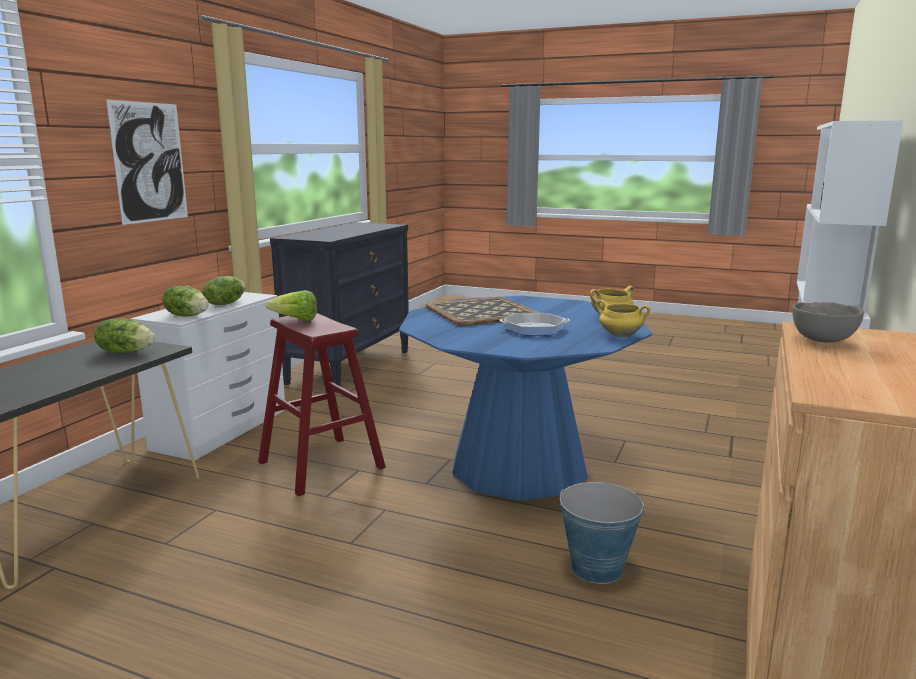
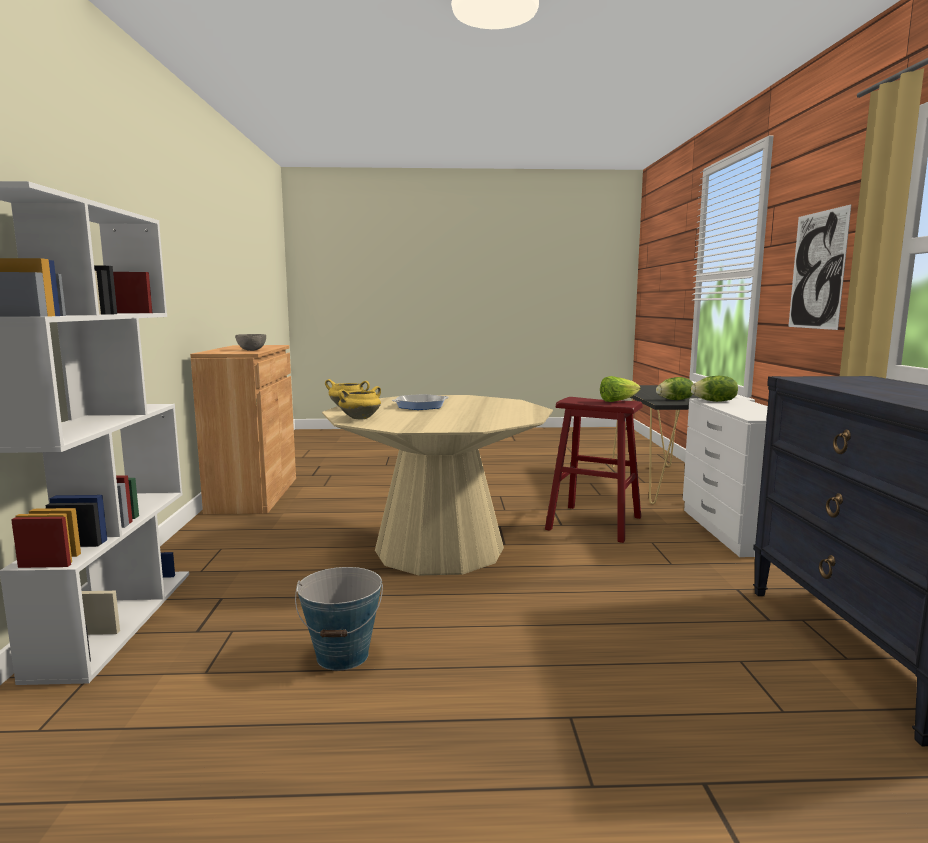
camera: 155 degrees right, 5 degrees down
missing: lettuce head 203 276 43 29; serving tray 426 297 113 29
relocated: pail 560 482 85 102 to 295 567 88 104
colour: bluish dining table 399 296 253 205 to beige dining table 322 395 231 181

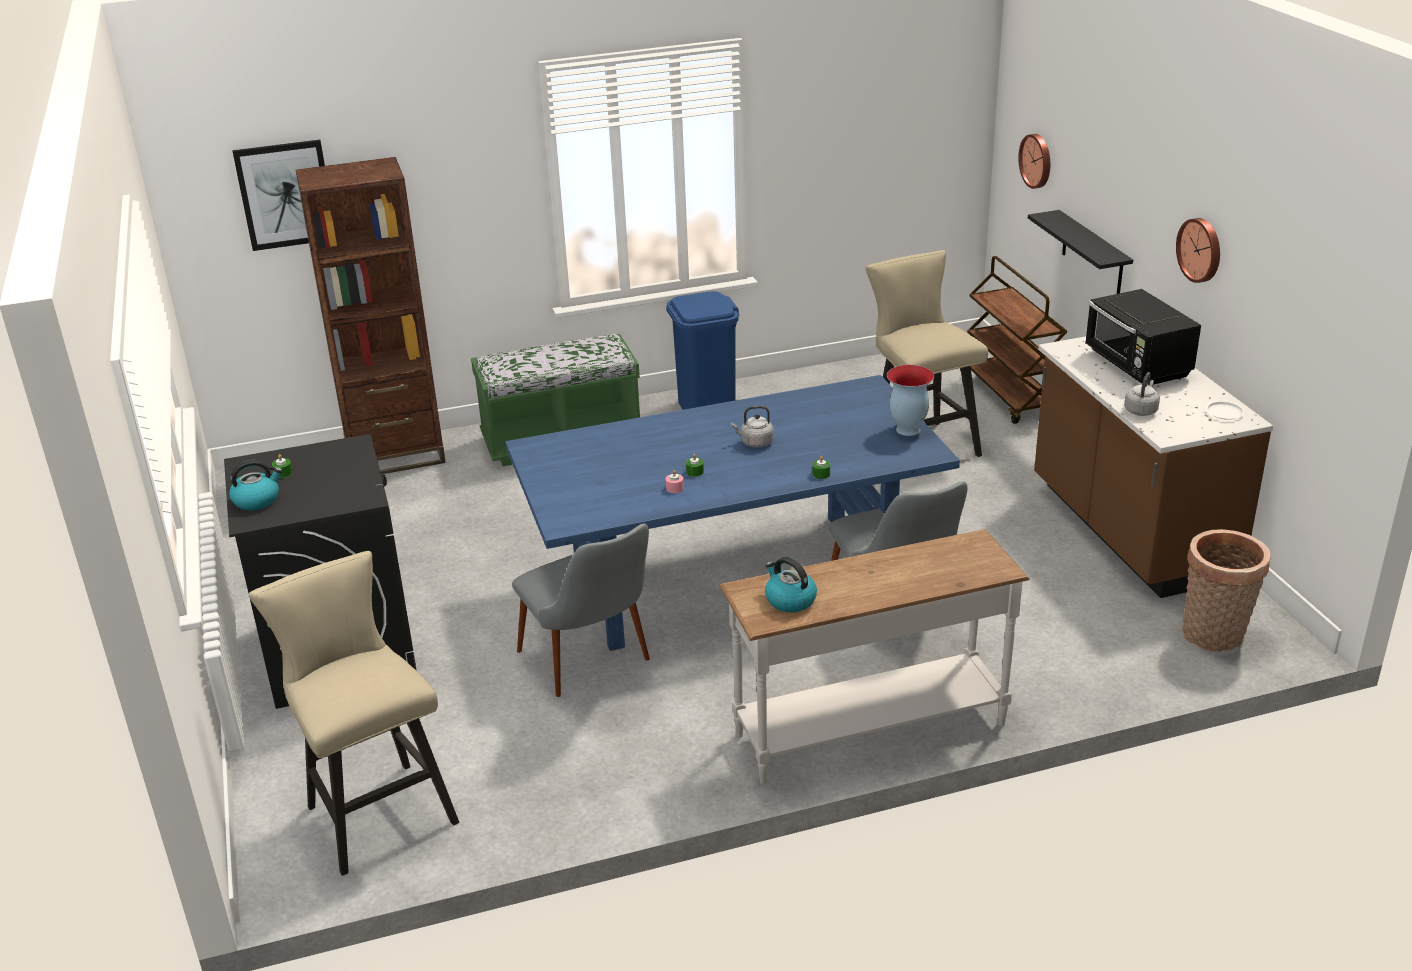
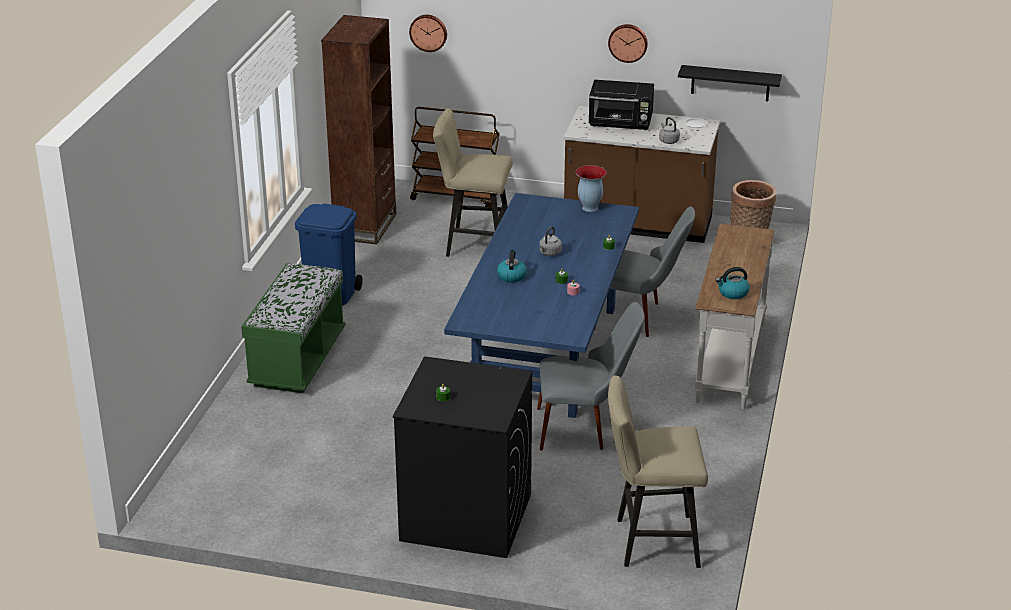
camera: 60 degrees left, 0 degrees up
missing: picture 232 140 93 111
relocated: brownish shelving unit 296 157 150 317 to 321 15 75 230; black wall shelf 1028 210 105 84 to 678 65 104 36; water kettle 229 460 53 51 to 497 250 30 32

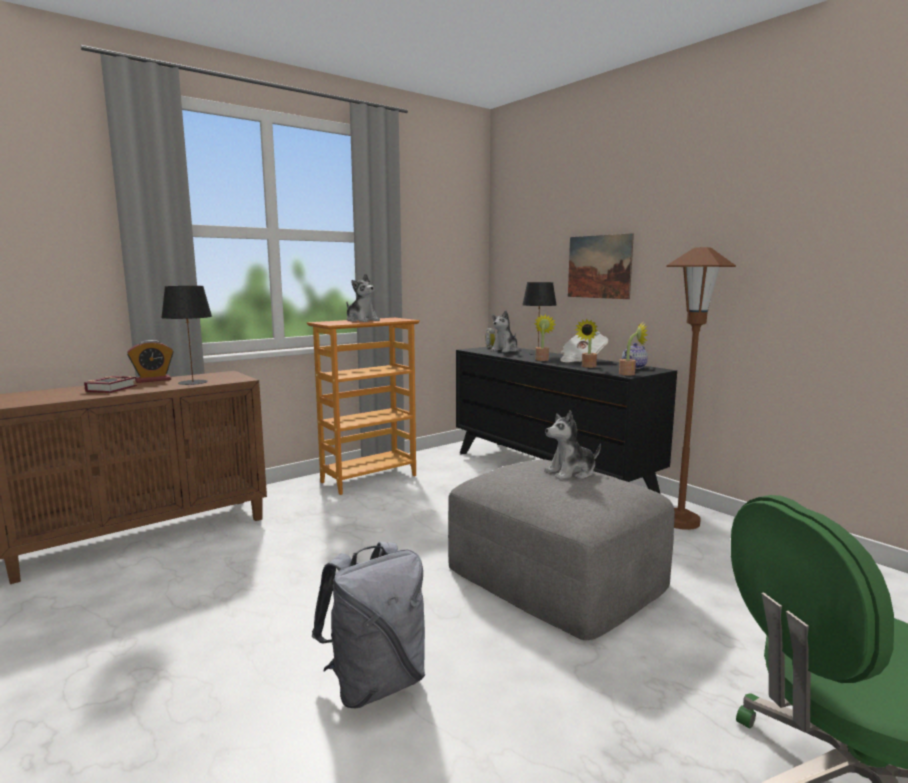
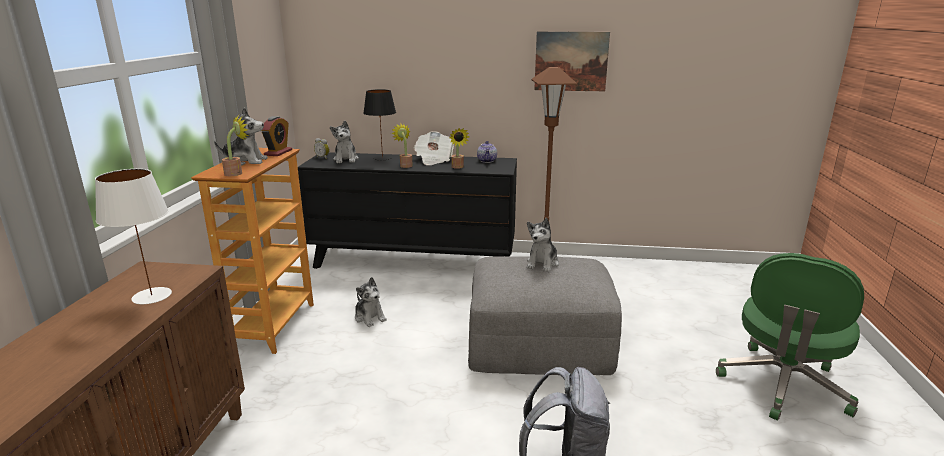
camera: 45 degrees left, 10 degrees up
missing: bound book 84 376 53 17
appeared: cuddly toy 355 277 32 50
relocated: picture 568 233 66 66 to 534 31 76 60; potted plant 619 323 29 52 to 222 115 26 61; alarm clock 127 340 47 43 to 261 116 31 40
colour: black tabletop lamp 161 286 51 99 to white tabletop lamp 95 169 77 135

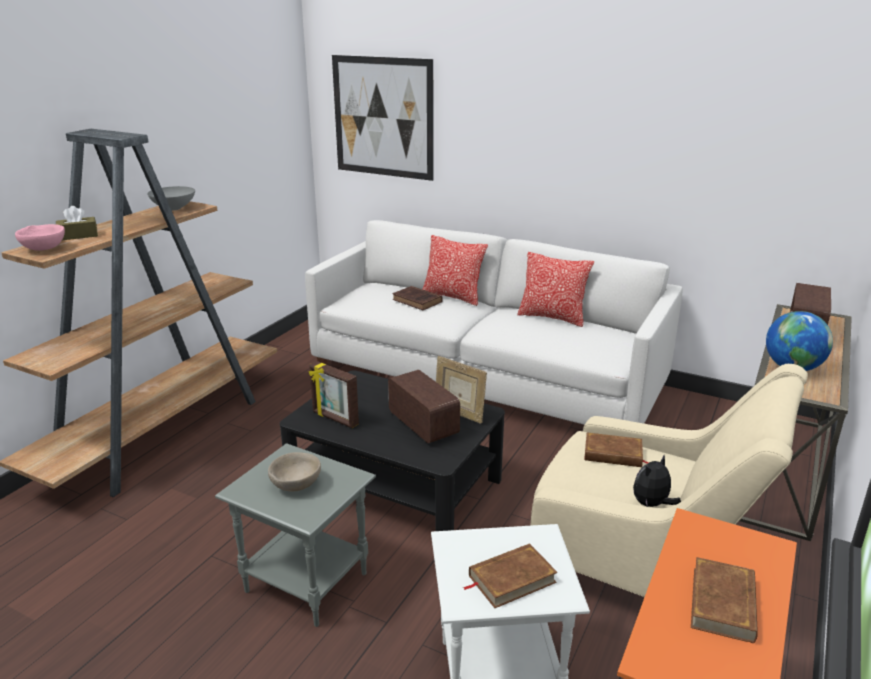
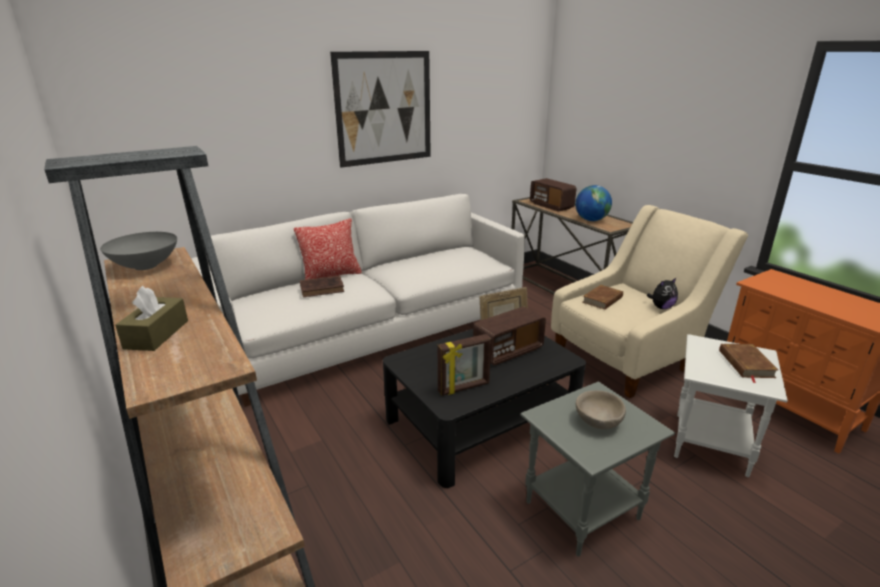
camera: 60 degrees left, 0 degrees up
missing: pink-coloured bowl 15 224 50 27; pillow 517 252 77 75; brownish bound book 691 557 67 86
relocated: picture 332 55 101 126 to 330 51 101 117
spun: radio set 388 370 72 73 = 473 307 73 58 150 degrees clockwise; cuddly toy 633 456 48 51 = 647 278 31 31 105 degrees counterclockwise

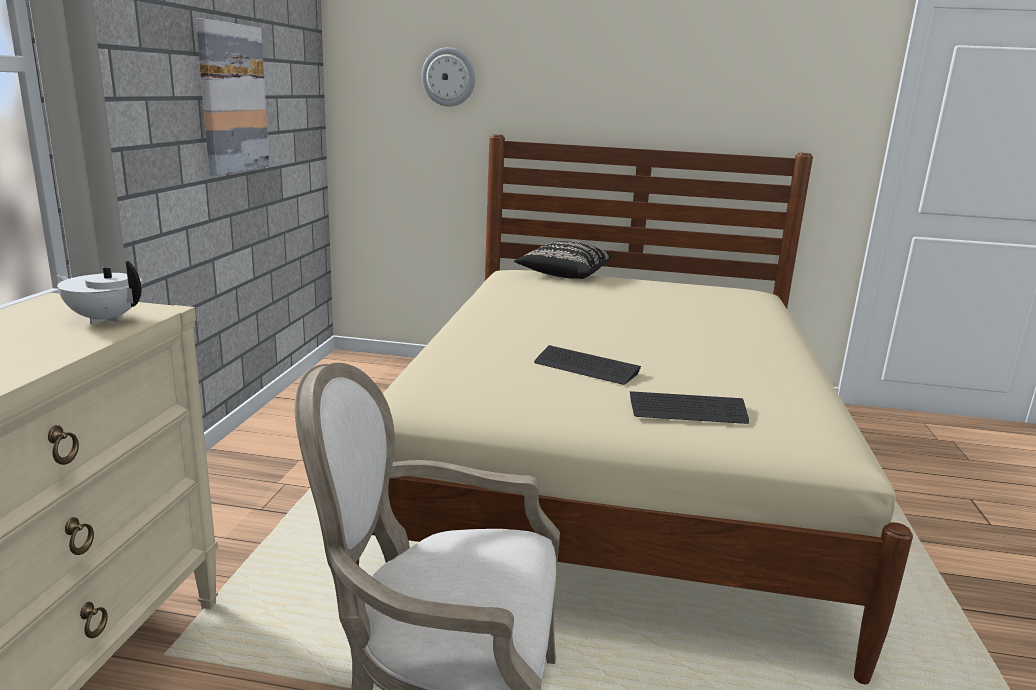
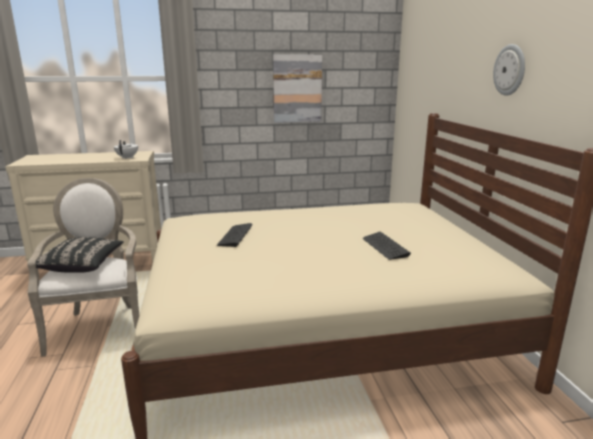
camera: 70 degrees right, 0 degrees up
relocated: wall clock 421 47 55 60 to 493 44 32 52; black pillow 514 241 98 38 to 36 237 88 36; keyboard 630 391 119 33 to 363 232 48 28

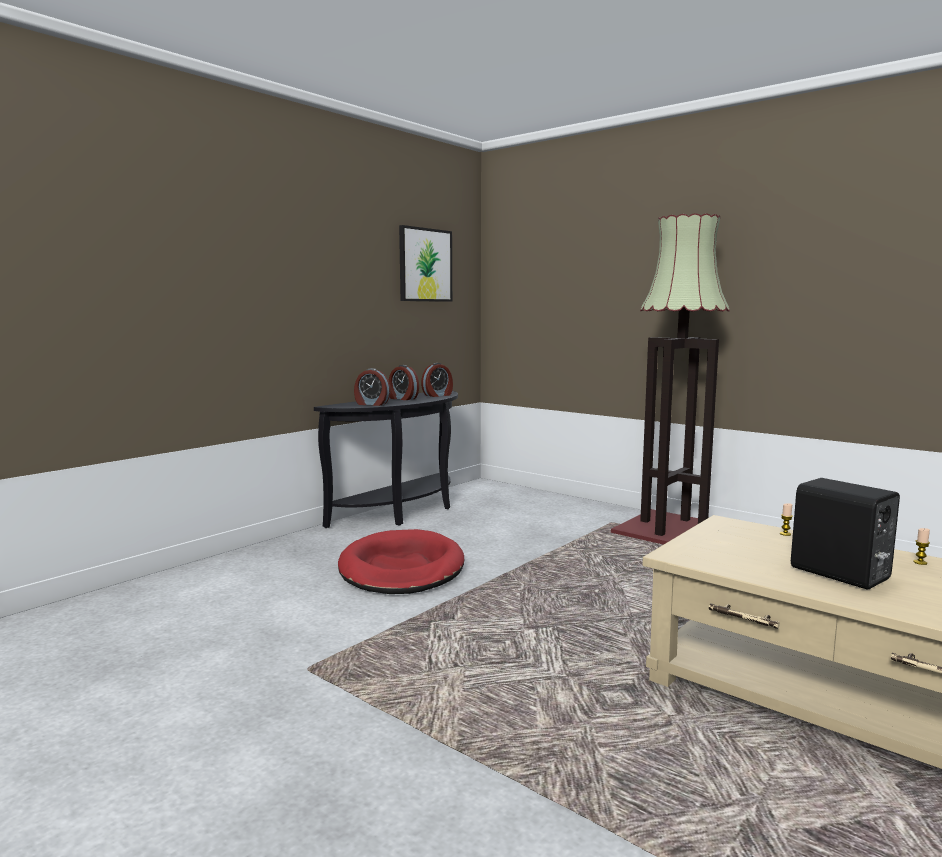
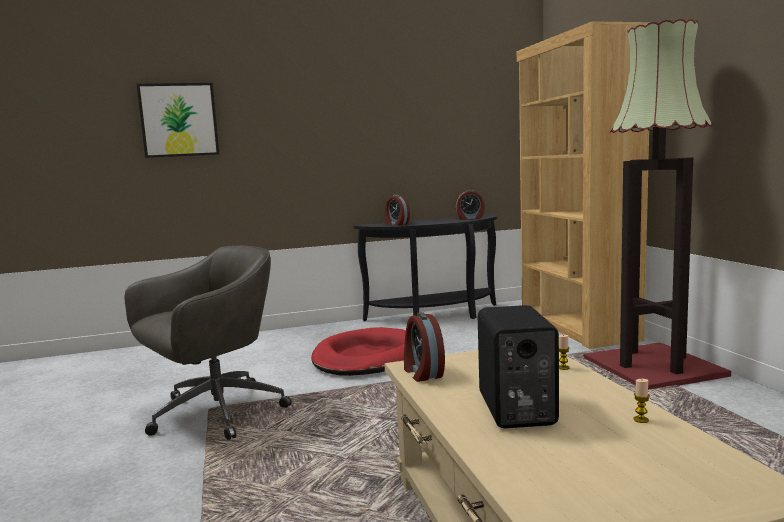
camera: 35 degrees right, 0 degrees up
appeared: brownish shelving unit 517 22 134 327; grey computer chair 124 246 168 194
relocated: picture 399 225 53 77 to 137 83 83 75; alarm clock 389 365 30 35 to 404 312 41 70

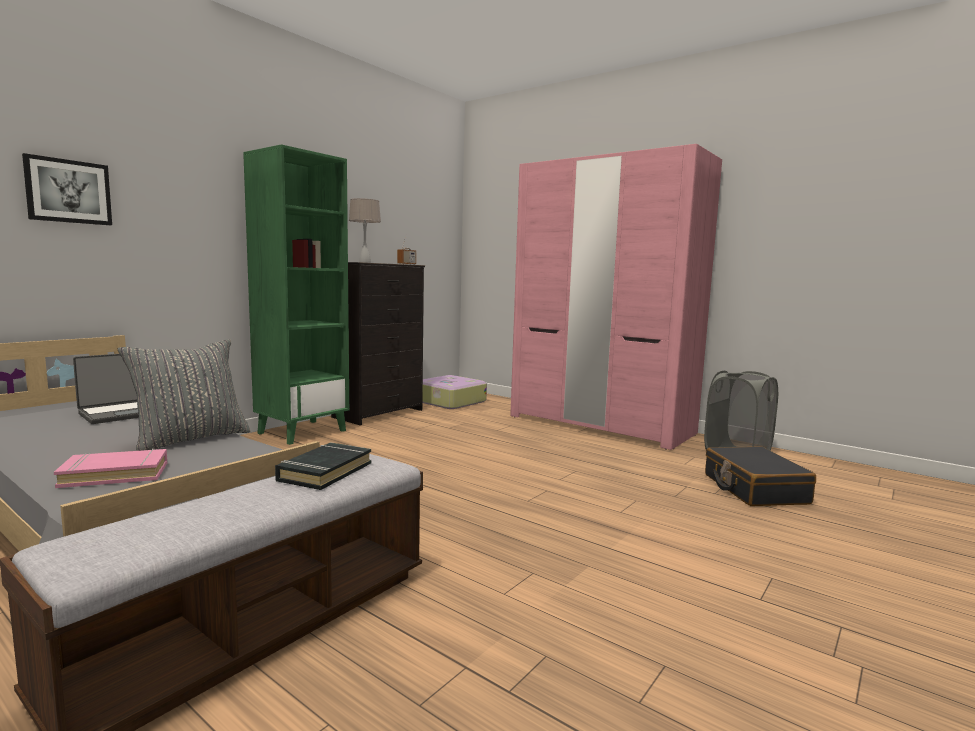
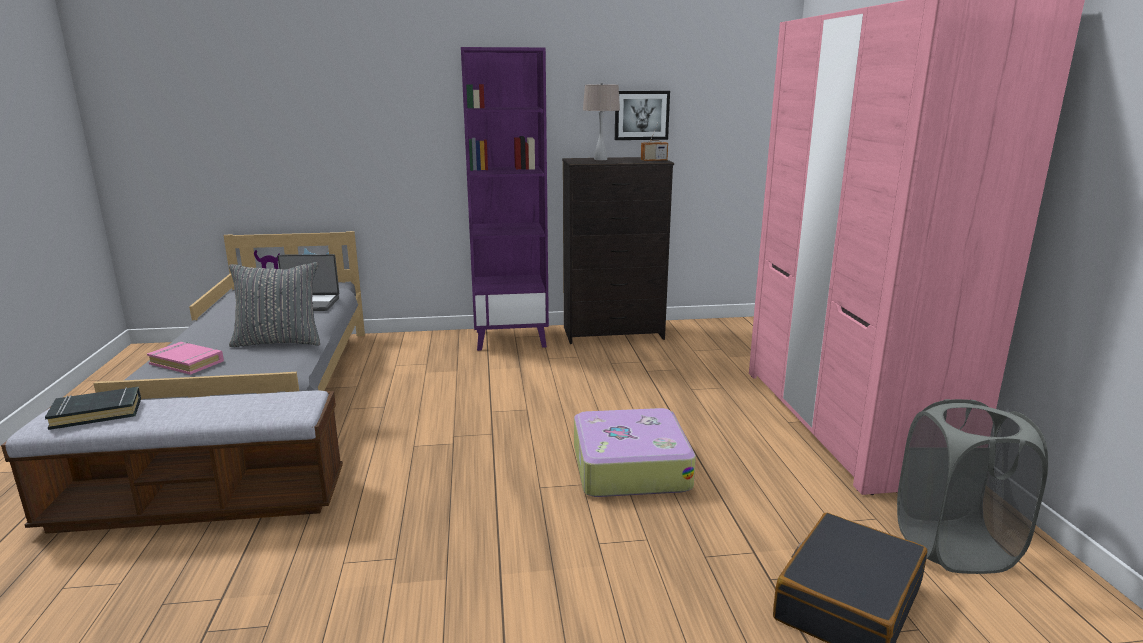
camera: 45 degrees right, 10 degrees up
relocated: picture 22 153 90 72 to 615 91 55 49; travel case 422 375 65 34 to 574 408 122 89; black bound book 275 442 96 48 to 45 387 96 43
colour: greenish shelving unit 243 144 106 301 to purplish shelving unit 461 47 88 304

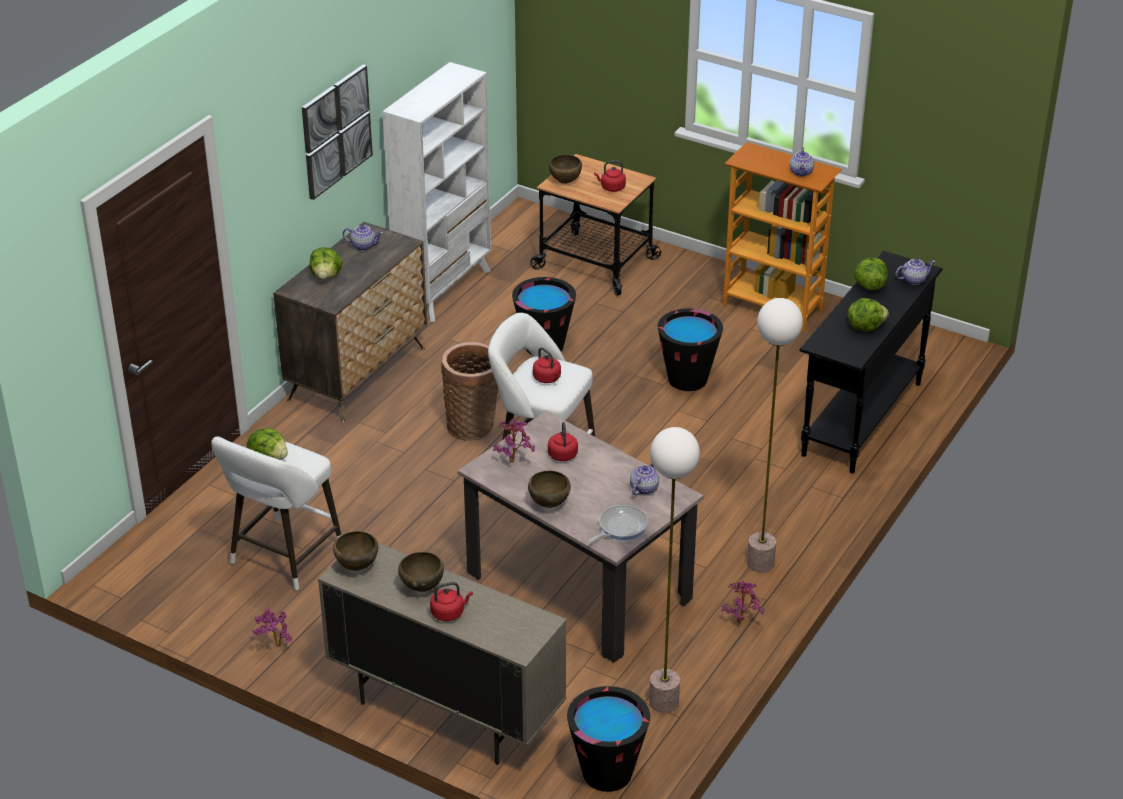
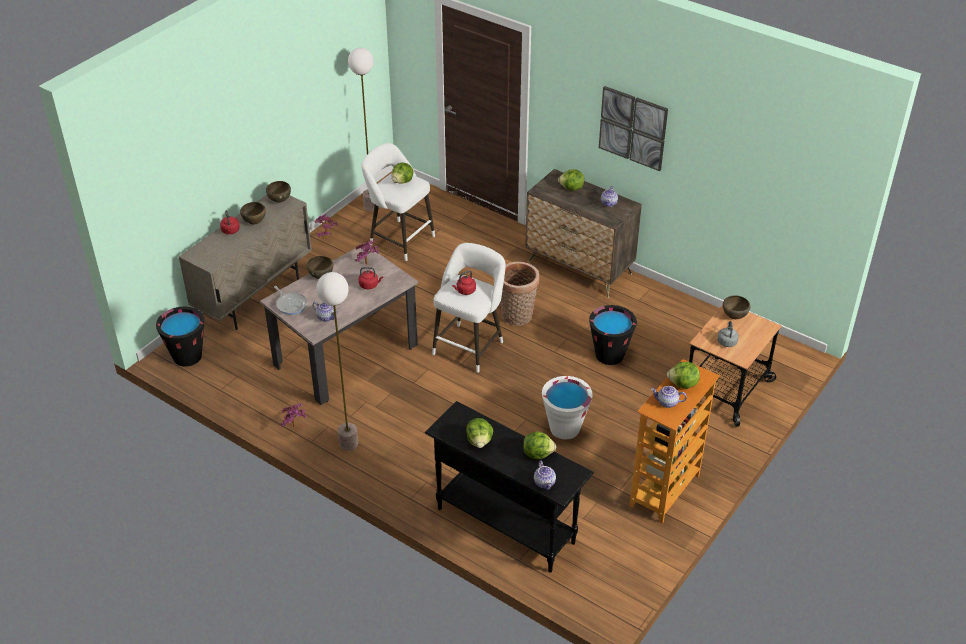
camera: 95 degrees right, 5 degrees up
missing: white shelving unit 382 62 109 260
appeared: lettuce head 667 362 33 27
relocated: standard lamp 649 427 51 286 to 348 48 27 163
colour: reddish water kettle 594 161 32 31 to grey water kettle 718 321 21 26; black pail 657 308 66 83 to white pail 542 376 51 63

